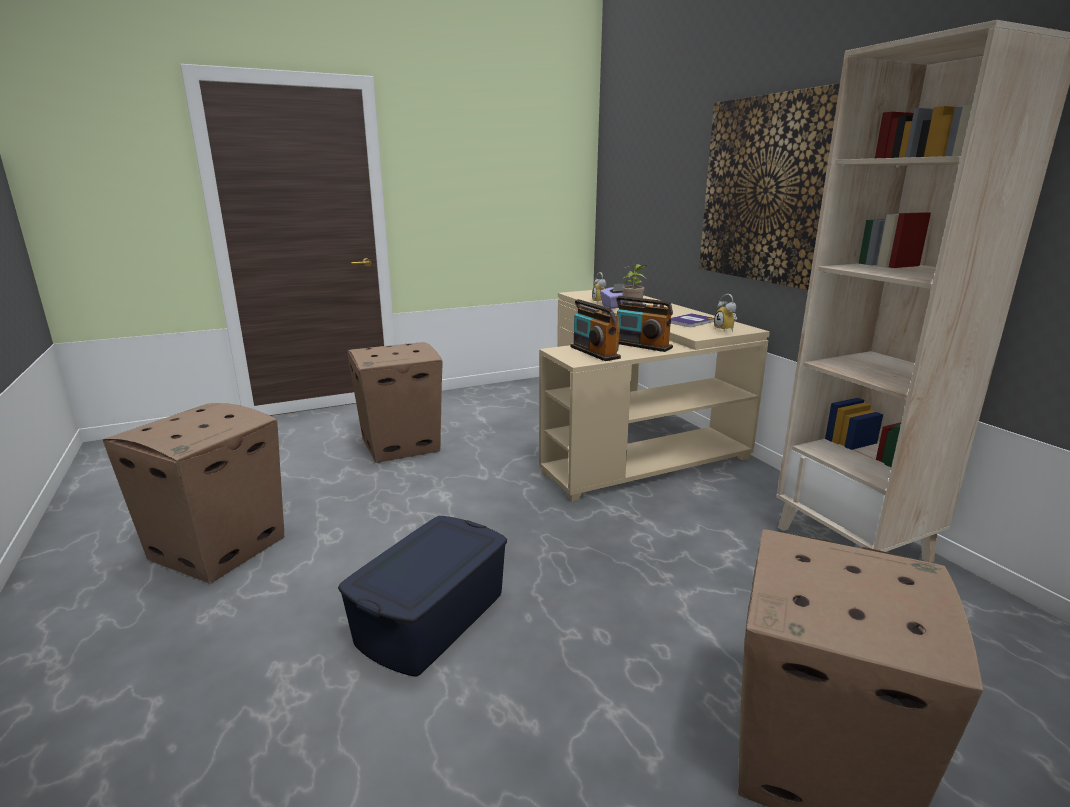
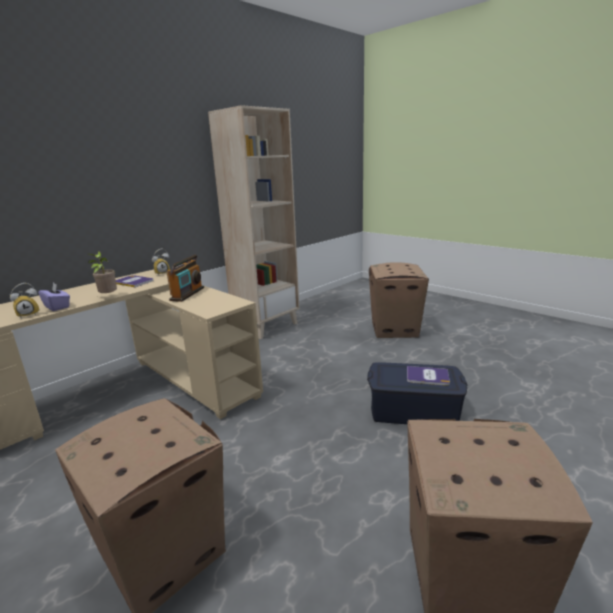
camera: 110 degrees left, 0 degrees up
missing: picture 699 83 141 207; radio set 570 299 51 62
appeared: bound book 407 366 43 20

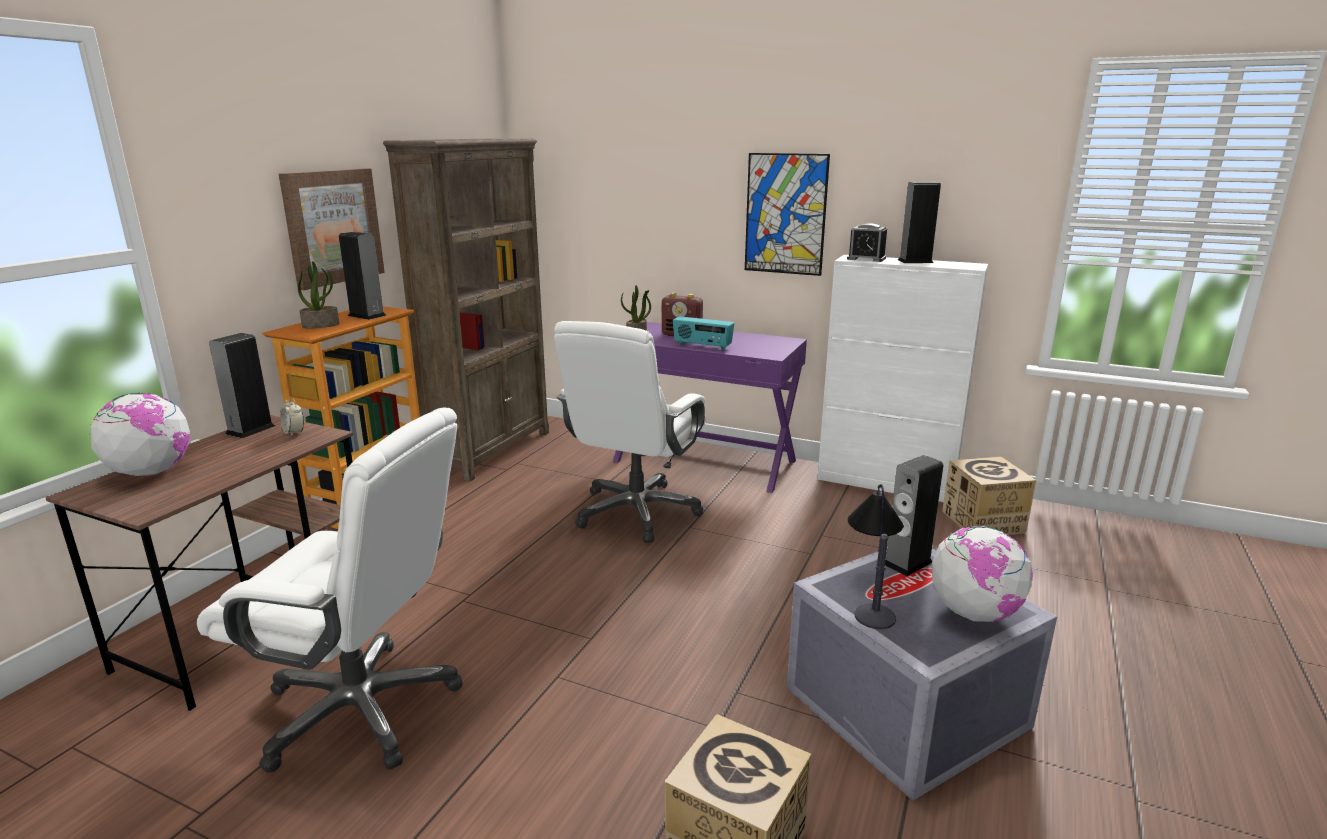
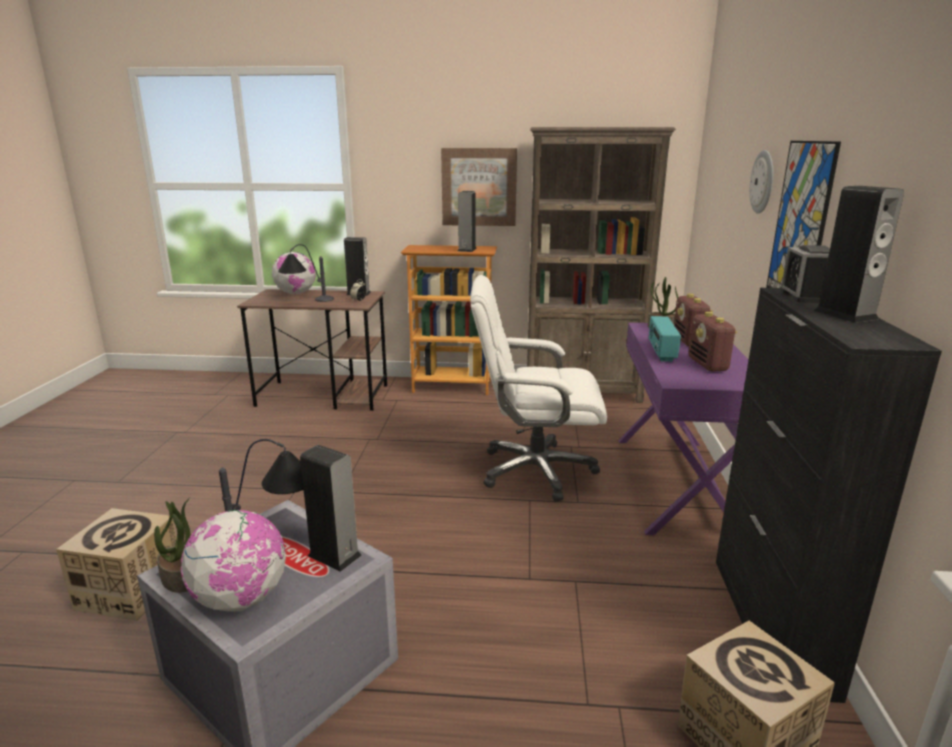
camera: 70 degrees right, 0 degrees up
missing: white computer chair 197 407 266 366
appeared: wall clock 750 150 23 64; tabletop lamp 278 244 56 58; radio set 688 312 50 60
relocated: potted plant 298 261 41 67 to 154 498 37 95
colour: white storage cabinet 817 255 171 247 to black storage cabinet 716 288 226 415

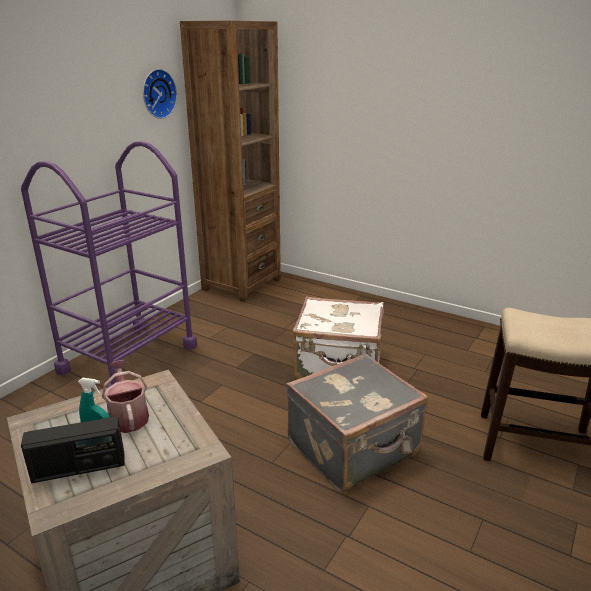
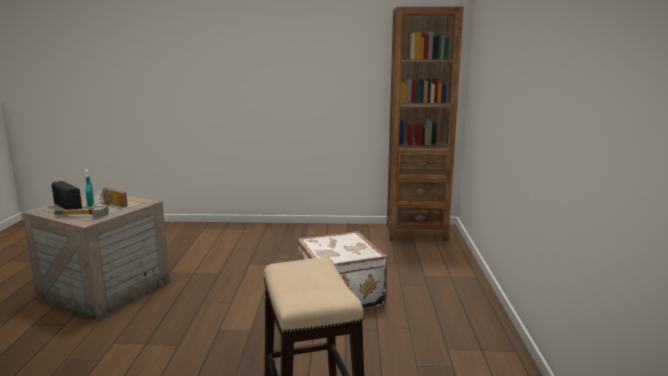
camera: 60 degrees right, 10 degrees down
missing: wall clock 143 69 34 50; purplish trolley 21 141 176 247; grey travel case 286 353 142 140
appeared: hammer 54 204 55 14
exchanged: watering can 102 360 47 73 to radio set 100 187 27 21

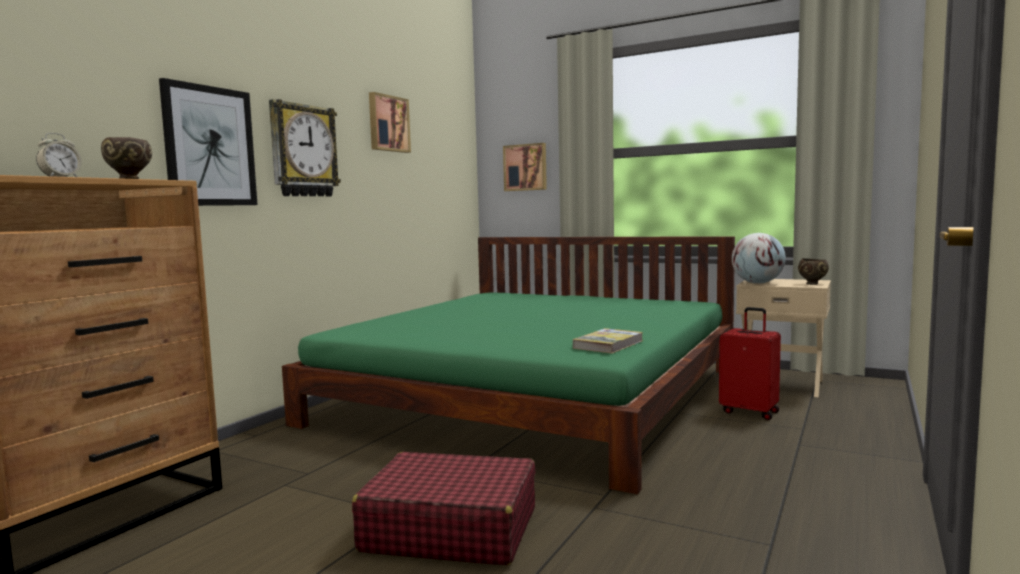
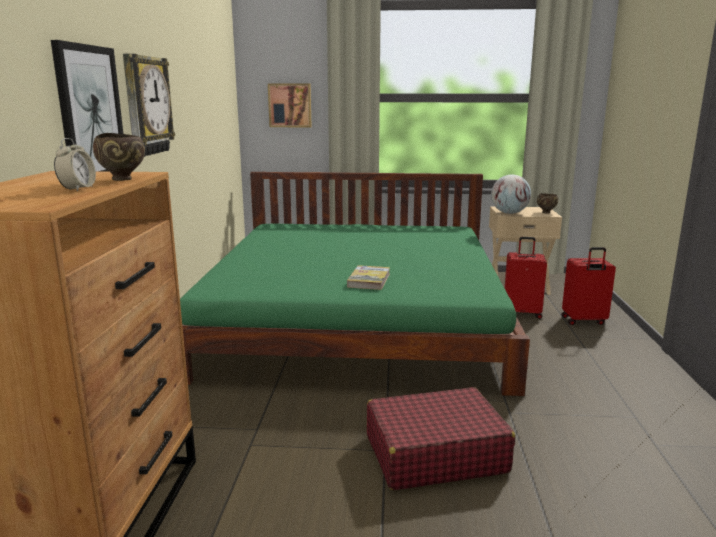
camera: 25 degrees left, 10 degrees up
missing: picture 369 92 42 61
appeared: reddish travel case 561 247 55 78
relocated: bound book 573 328 70 26 to 347 265 43 25

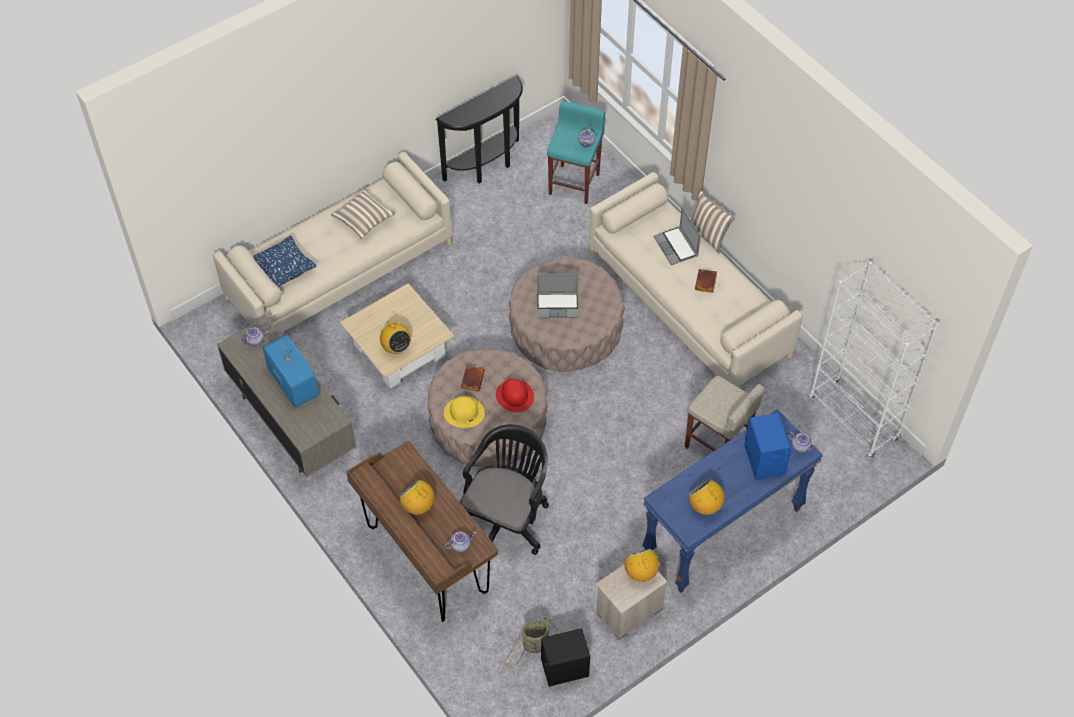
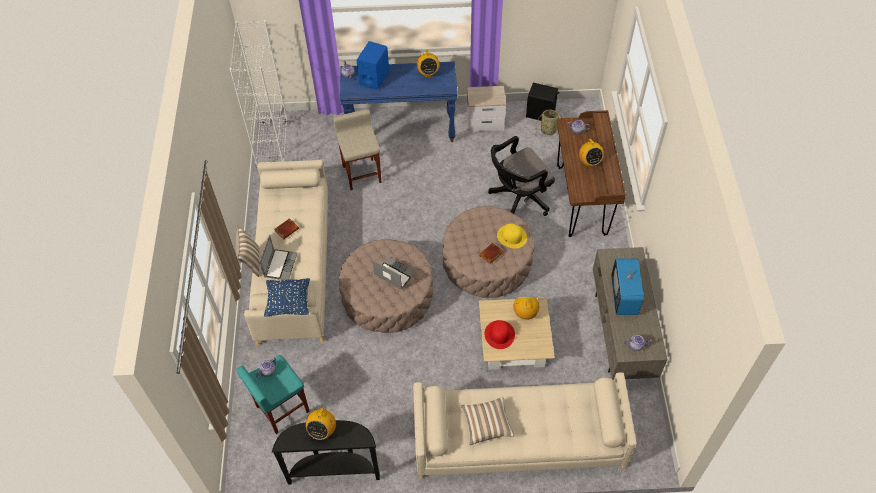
camera: 145 degrees left, 0 degrees up
relocated: bluish pillow 253 235 64 52 to 264 278 46 39; reddish clothing hat 496 378 38 35 to 485 320 30 29; radio set 624 549 35 33 to 306 403 30 37

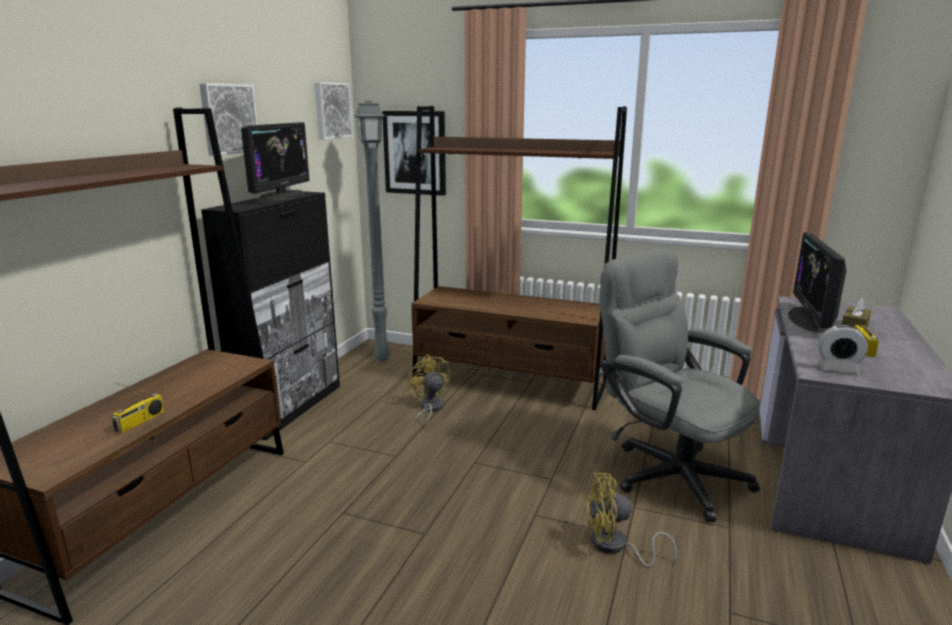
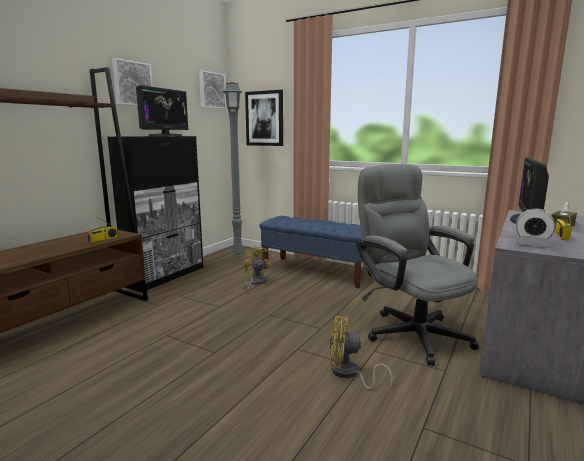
camera: 10 degrees right, 5 degrees down
relocated: radio set 112 383 52 50 to 87 214 31 29
exchanged: brownish shelving unit 411 106 216 304 to bluish indoor bench 259 216 113 72

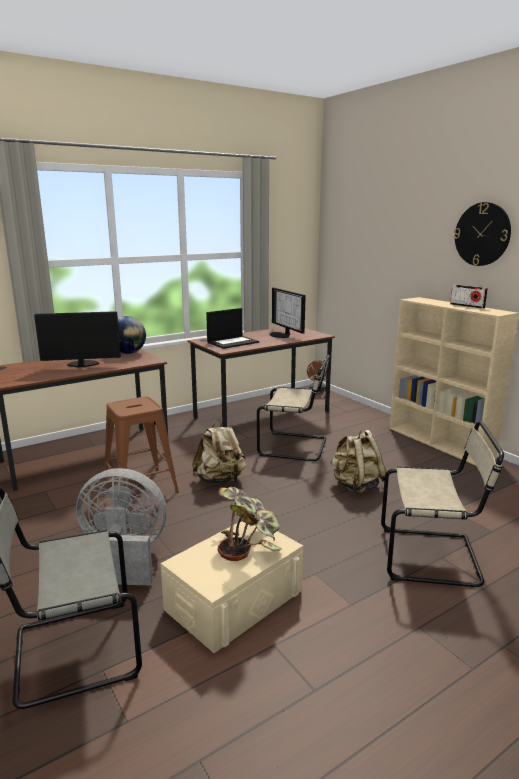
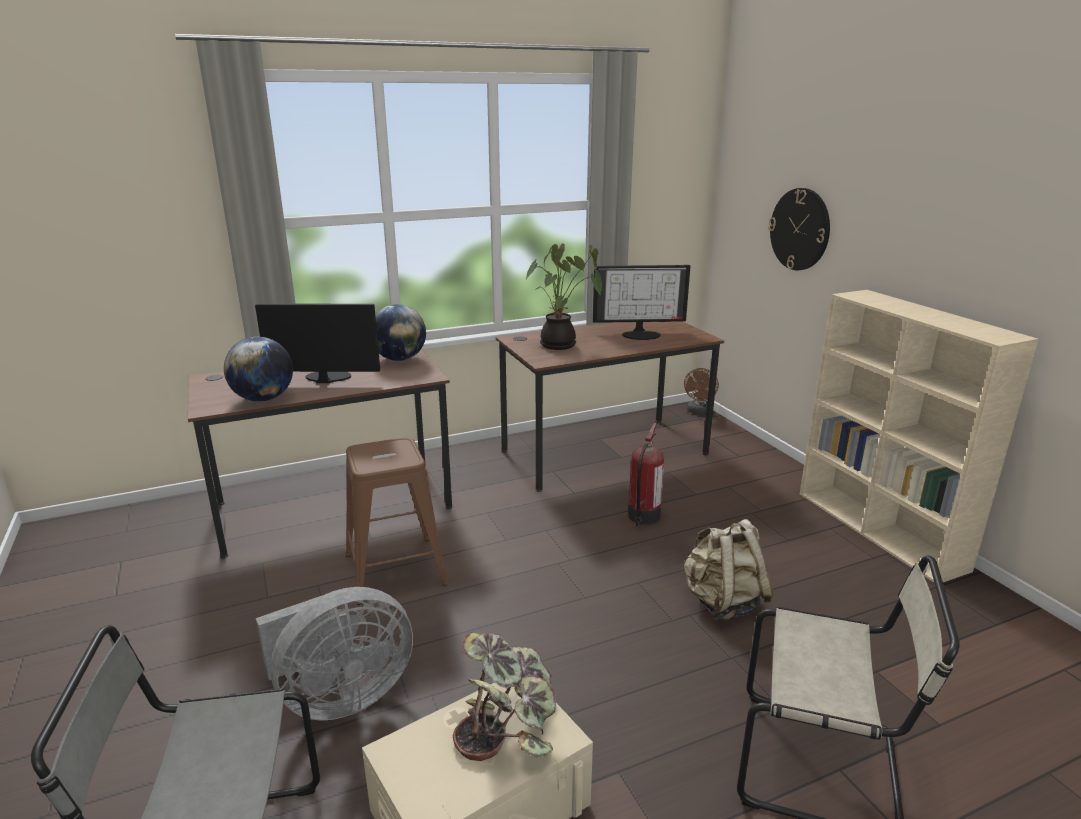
camera: 10 degrees right, 5 degrees up
missing: radio set 450 285 38 24; beige rucksack 192 419 54 65
appeared: world globe 224 337 69 65
relocated: wall clock 454 202 57 64 to 768 188 62 82
exchanged: notebook computer 206 308 53 41 to potted plant 525 243 77 107; beige upright chair 257 355 73 106 to extinguisher 628 423 36 104
spun: computer display 270 288 36 50 = 593 265 97 75 75 degrees counterclockwise; grey cooling fan 76 468 91 117 = 256 587 157 134 135 degrees clockwise

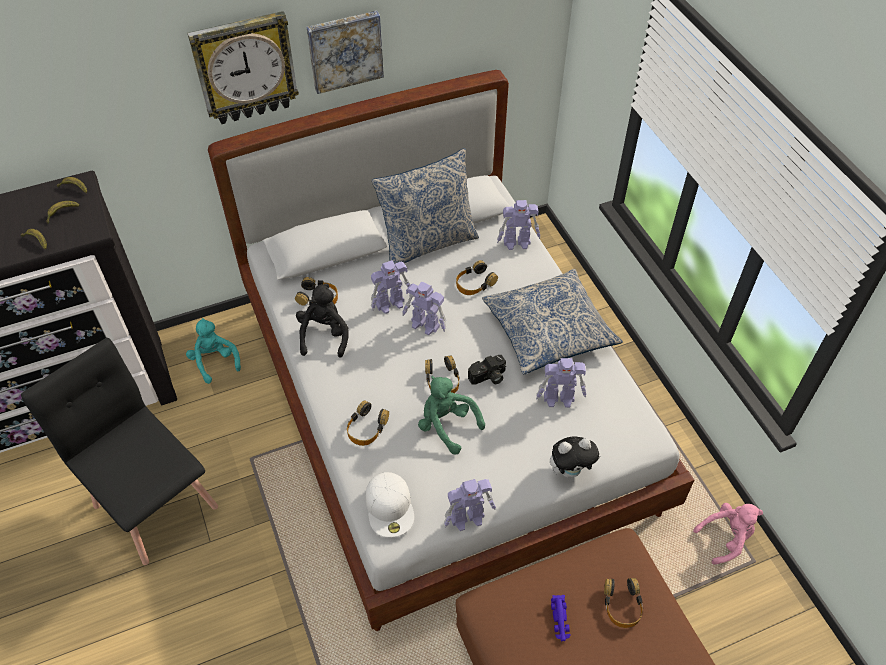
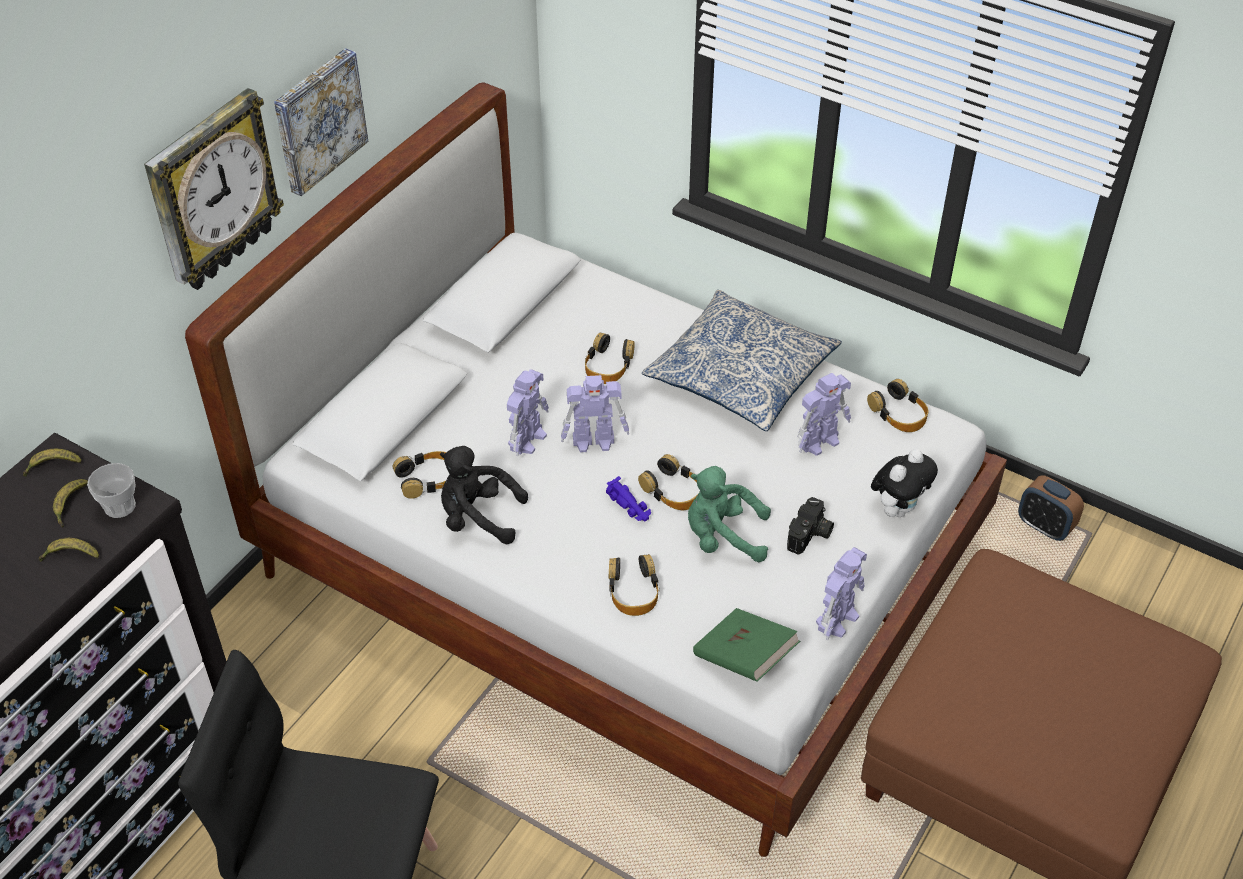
camera: 35 degrees left, 5 degrees down
missing: pillow 372 148 107 116; model robot 497 200 43 50; turquoise cuddly toy 186 318 55 66
appeared: small cup 87 463 49 55
relocated: photo camera 468 355 38 30 to 787 497 47 58; headphones 604 578 39 50 to 867 379 62 53; purplish miniature car 551 595 19 47 to 606 476 45 45
exchanged: white baseball cap 366 472 48 65 to greenish bound book 693 608 107 74; pink-coloured cuddly toy 693 503 70 62 to alarm clock 1018 475 66 66
spun: black cuddly toy 296 283 53 75 = 440 446 88 98 45 degrees counterclockwise

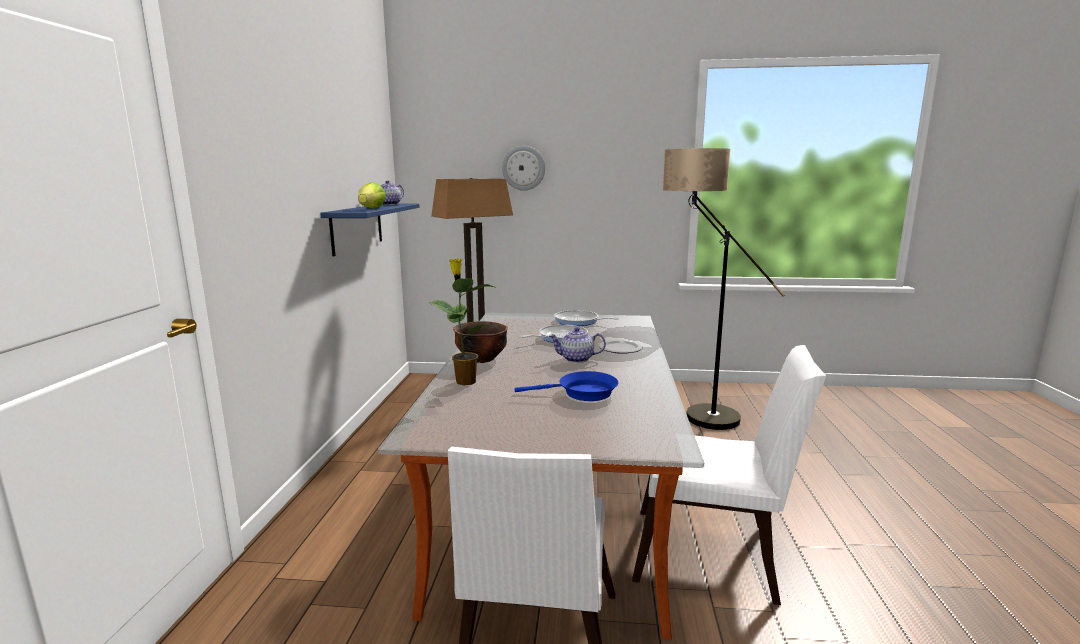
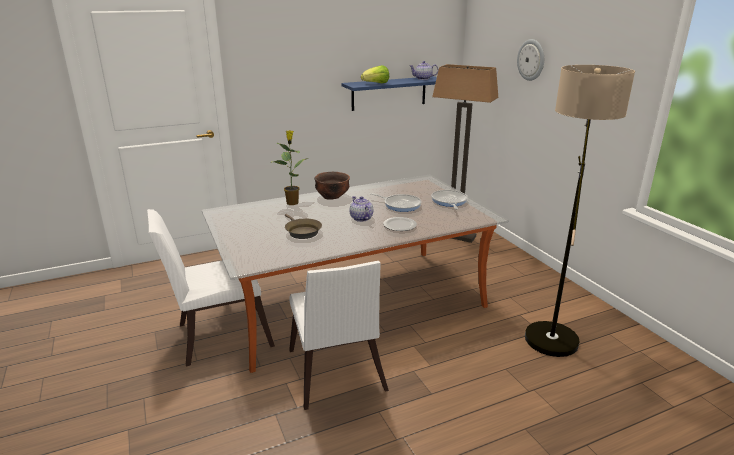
camera: 60 degrees right, 10 degrees up
colour: bluish pan 515 371 103 30 to brownish pan 285 214 37 25

